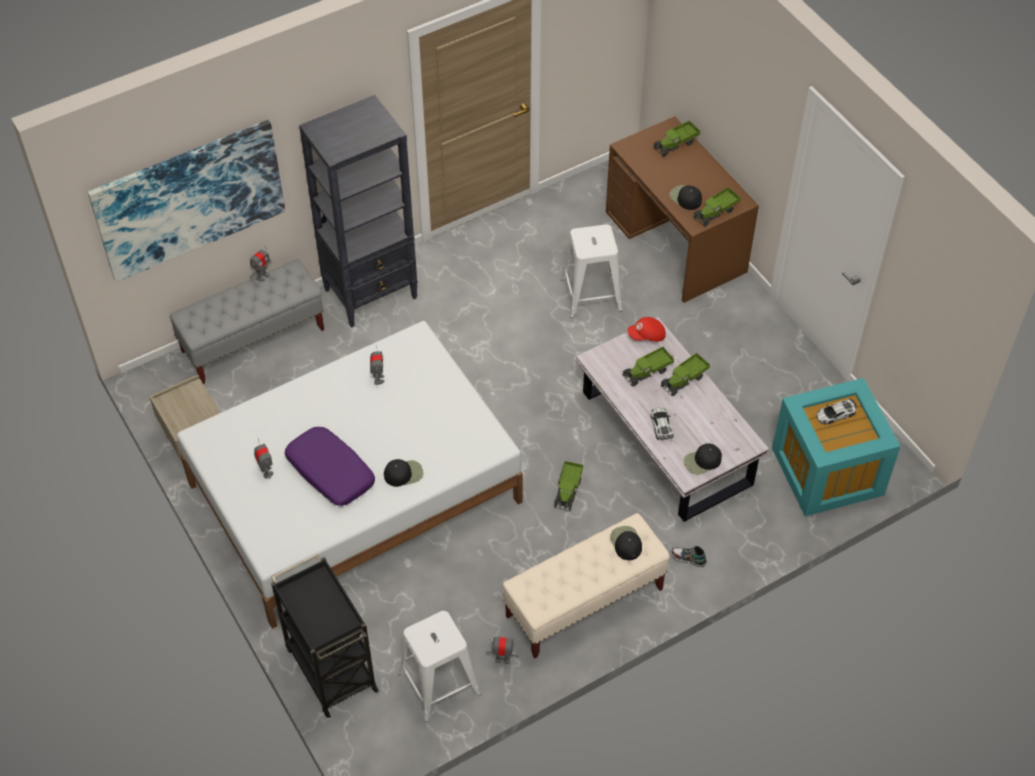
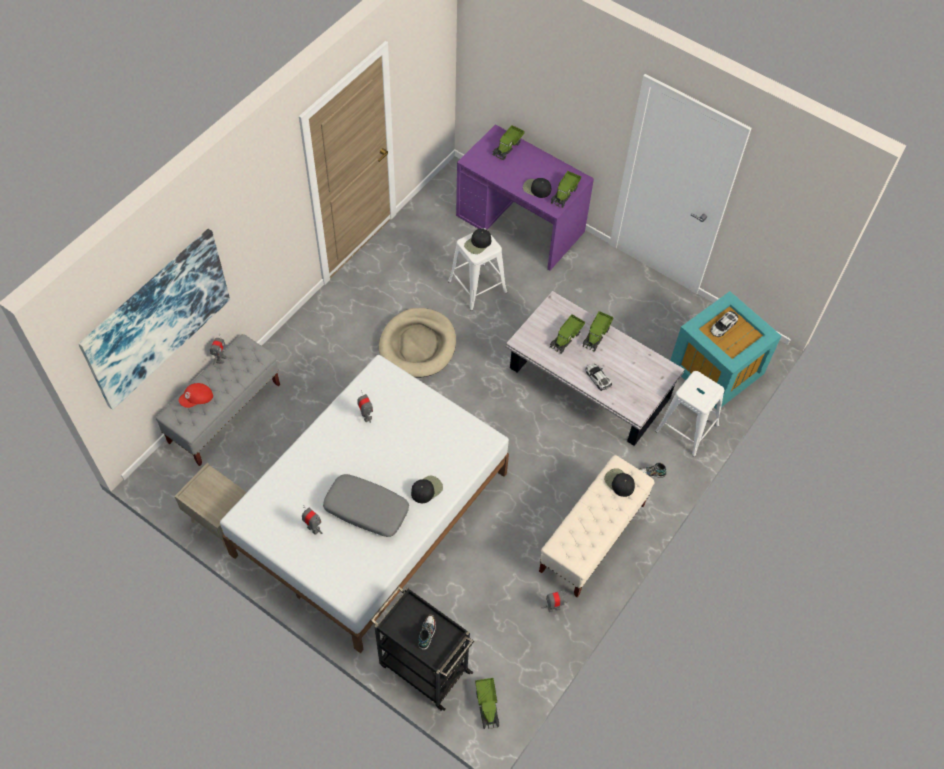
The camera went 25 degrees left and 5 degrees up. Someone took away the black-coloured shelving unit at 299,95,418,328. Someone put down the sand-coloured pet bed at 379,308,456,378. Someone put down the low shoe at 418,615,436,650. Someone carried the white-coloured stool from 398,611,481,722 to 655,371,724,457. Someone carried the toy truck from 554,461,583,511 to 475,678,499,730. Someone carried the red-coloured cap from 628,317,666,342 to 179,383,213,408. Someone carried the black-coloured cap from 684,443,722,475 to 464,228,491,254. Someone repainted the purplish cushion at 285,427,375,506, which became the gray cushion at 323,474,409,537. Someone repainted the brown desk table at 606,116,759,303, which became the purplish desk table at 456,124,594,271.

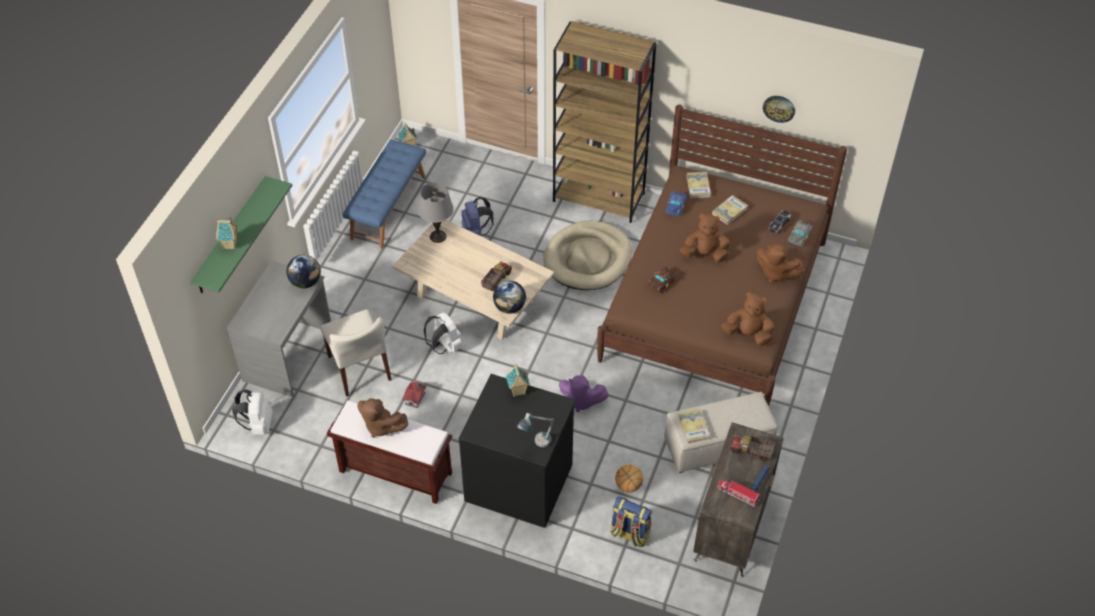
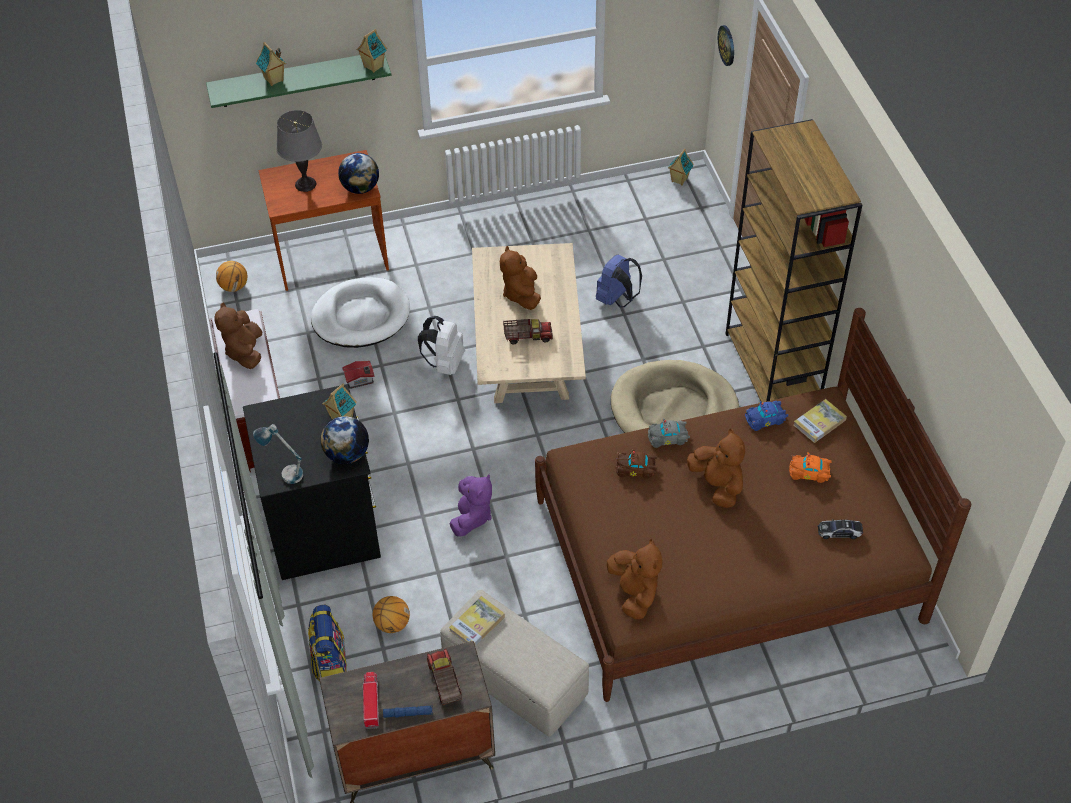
The camera went 55 degrees right and 0 degrees up. Someone took away the blue-coloured bench at 343,140,426,249. Someone put down the toy house at 356,29,387,73. Someone carried the gray tabletop lamp from 418,182,454,243 to 276,110,322,192. Someone carried the world globe from 493,281,526,314 to 321,416,369,464. Someone carried the brown soft toy from 757,244,805,283 to 500,246,541,310. Someone carried the clock on the wall from 763,96,795,123 to 718,25,734,66. Someone carried the gray miniature car from 788,220,812,246 to 648,419,690,448. Someone swapped the white-coloured knapsack at 232,389,273,435 for the ball for basketball at 216,261,247,292. Someone swapped the sand-coloured plain chair at 320,309,392,397 for the white-coloured pet bed at 311,277,410,348. Someone swapped the volume at 712,195,748,225 for the orangey miniature car at 789,452,832,483. Someone repainted the gray desk table at 227,261,331,397, which became the brown desk table at 258,150,389,291. Someone rotated the purplish soft toy at 559,375,609,412 by 150 degrees counterclockwise.

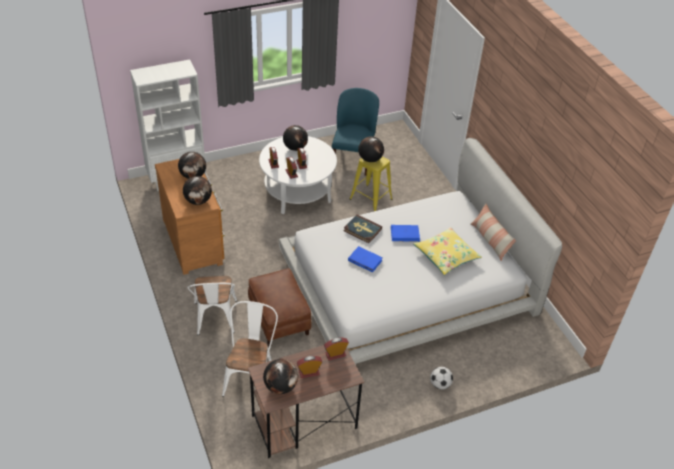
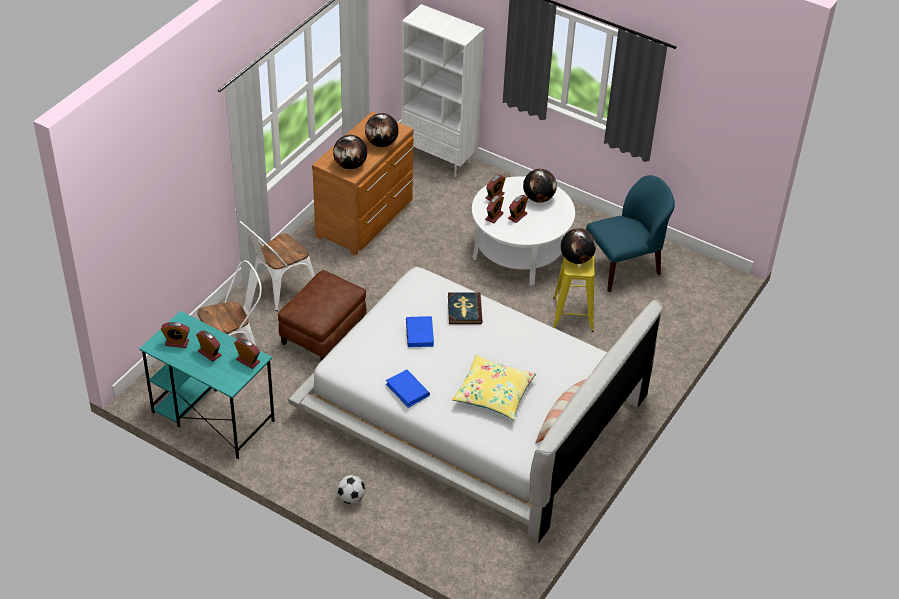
The camera went 55 degrees right and 0 degrees up. Someone carried the blue-coloured volume from 391,225,420,242 to 386,370,430,408. Someone swapped the world globe at 263,359,298,394 for the table clock at 161,322,190,348. Someone repainted the brown desk table at 248,345,364,458, which became the turquoise-coloured desk table at 139,311,275,459.

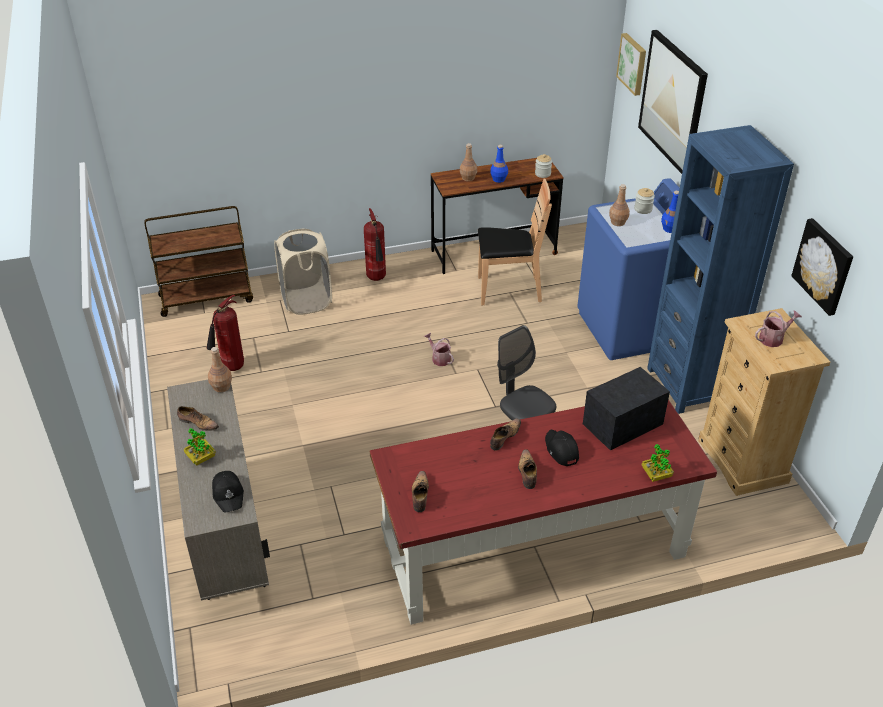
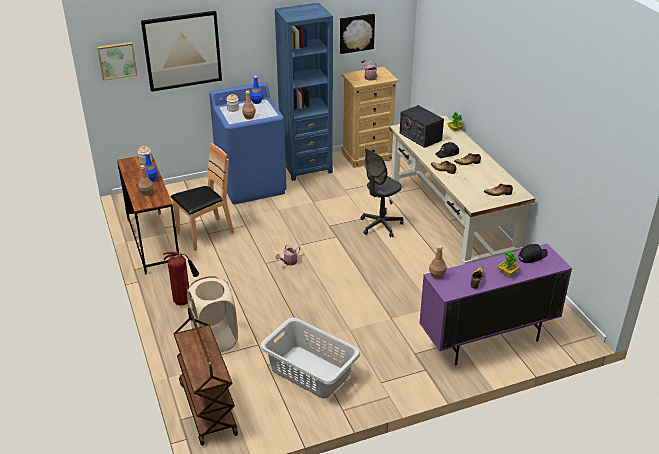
The camera went 95 degrees left and 5 degrees down. Someone swapped the extinguisher at 207,295,244,371 for the gray hamper at 260,318,360,399. Someone repainted the sand-coloured cupboard at 167,380,270,601, which became the purplish cupboard at 419,244,572,366. Someone repainted the red-coloured desk table at 370,400,717,625, which became the sand-coloured desk table at 389,115,535,265. Someone rotated the brown plain chair at 478,179,552,305 by 60 degrees clockwise.

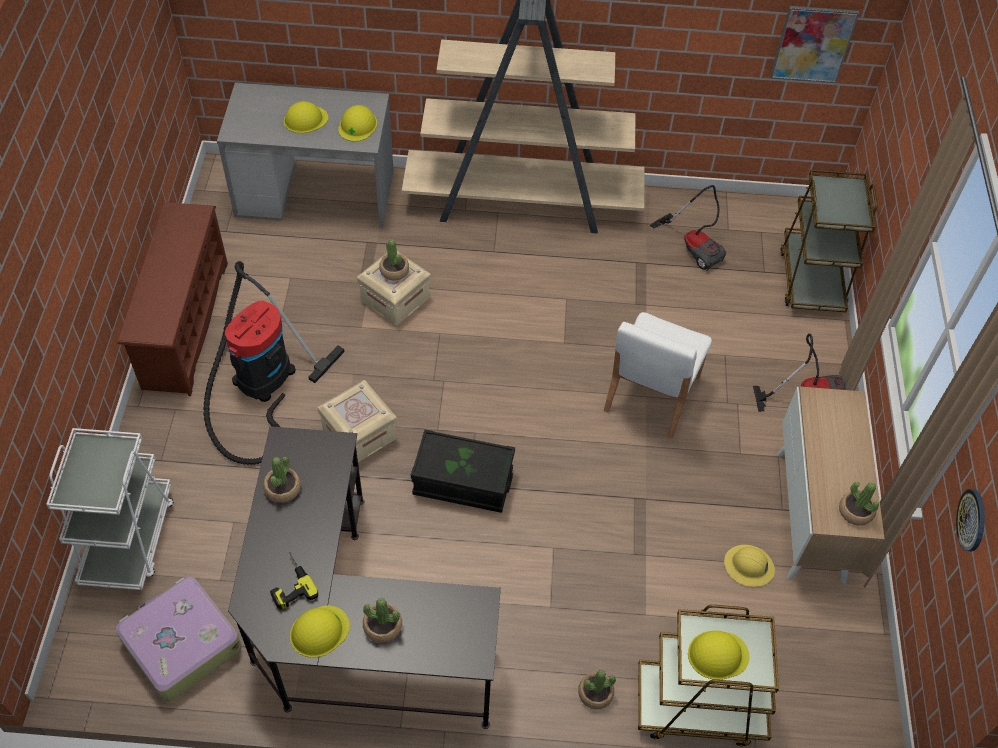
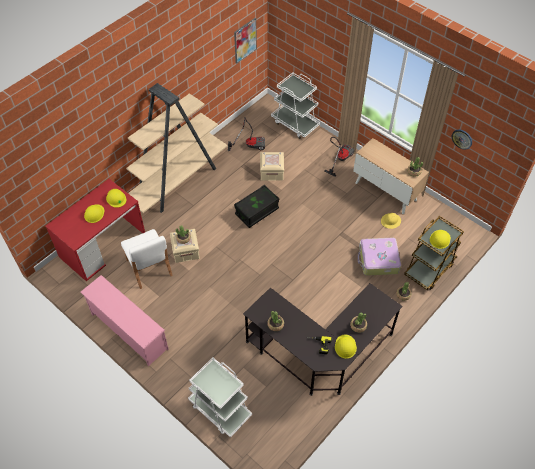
The camera went 50 degrees left and 0 degrees up. Someone took away the vacuum cleaner at 203,261,345,465. Someone carried the piece of luggage from 116,577,242,702 to 358,238,401,276. Someone carried the sand-coloured storage container from 317,380,397,465 to 260,152,284,180. Someone carried the black-coloured storage container from 411,429,515,513 to 234,185,279,228. Someone carried the white-coloured plain chair from 604,312,712,438 to 121,229,173,289. Someone repainted the brown shoe rack at 118,202,228,396, which became the pink shoe rack at 80,275,169,366. Someone repainted the gray desk table at 217,83,393,228, which became the red-coloured desk table at 45,179,145,281. Someone repainted the brown wheeled cart at 780,170,877,312, which became the white-coloured wheeled cart at 271,73,320,139.

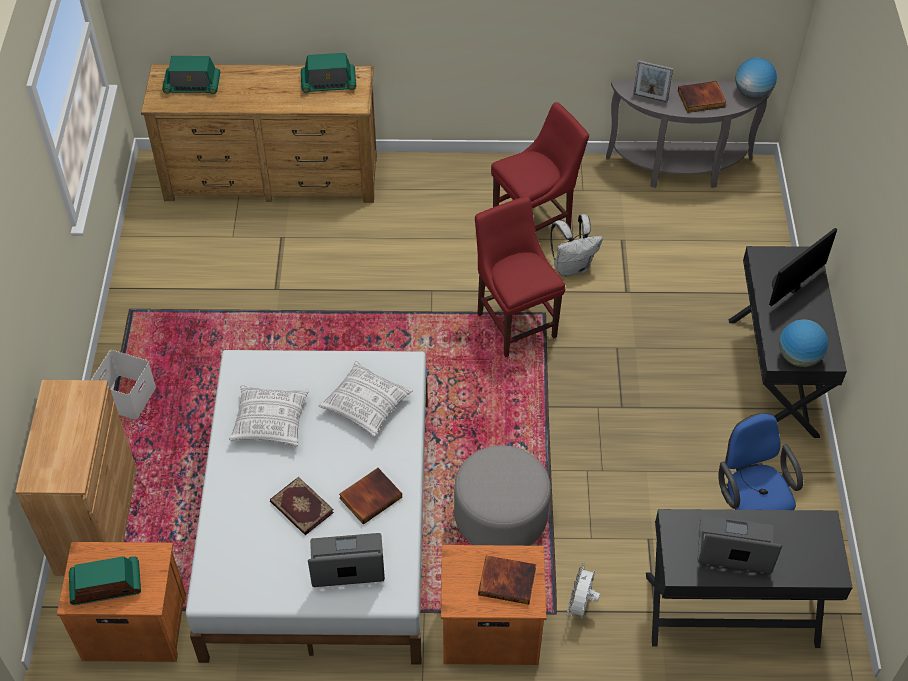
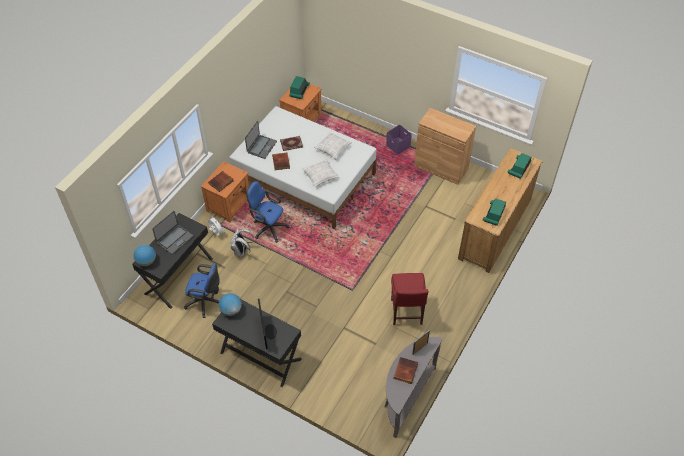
The camera went 120 degrees right and 0 degrees up. Someone took away the red-coloured plain chair at 475,196,565,357. Someone carried the brown cupboard from 15,380,137,576 to 414,108,476,185. Someone carried the white-coloured knapsack from 550,214,603,277 to 230,228,254,257. Someone carried the world globe from 735,58,777,99 to 133,245,156,267. Someone swapped the gray footrest at 454,445,551,546 for the blue-coloured office chair at 247,181,289,243. Someone repainted the white-coloured storage container at 91,350,156,420, which became the purplish storage container at 386,125,412,155.

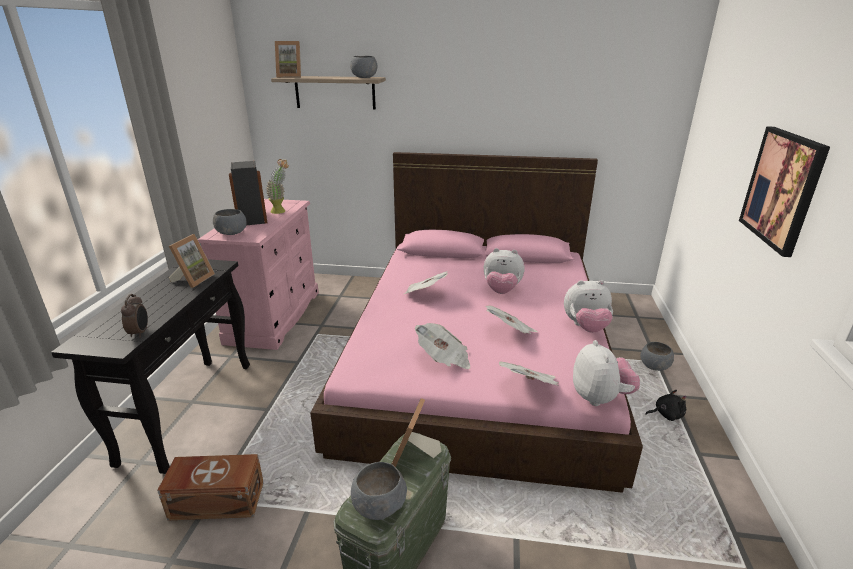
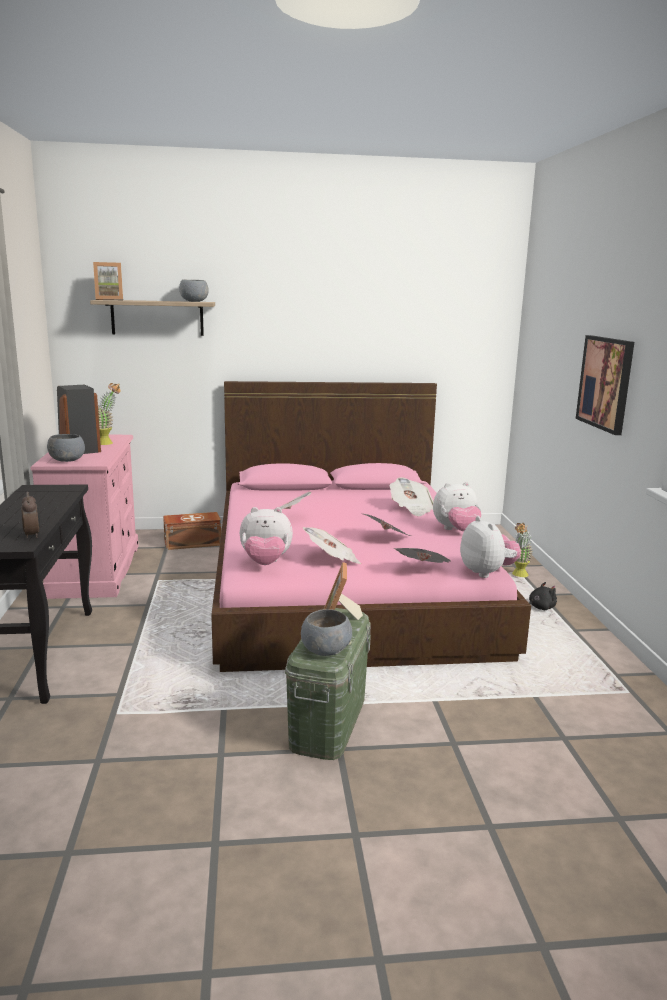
The camera went 15 degrees left and 10 degrees down. Someone took away the photo frame at 169,234,215,288. Someone put down the daily paper at 390,477,433,516. Someone carried the brown storage container from 157,454,264,521 to 163,512,221,550. Someone carried the soft toy from 484,248,525,294 to 240,507,293,565. Someone swapped the gray serving bowl at 640,342,674,371 for the potted plant at 512,523,533,578.

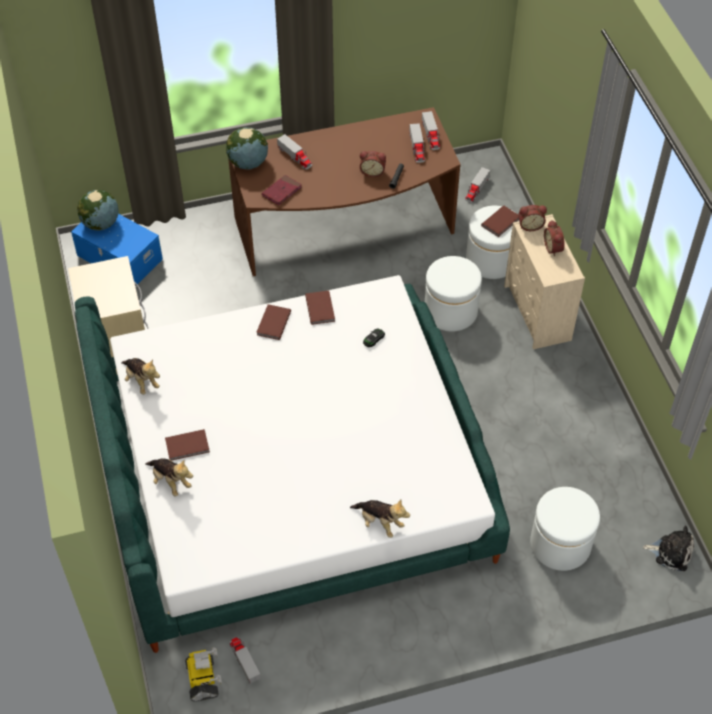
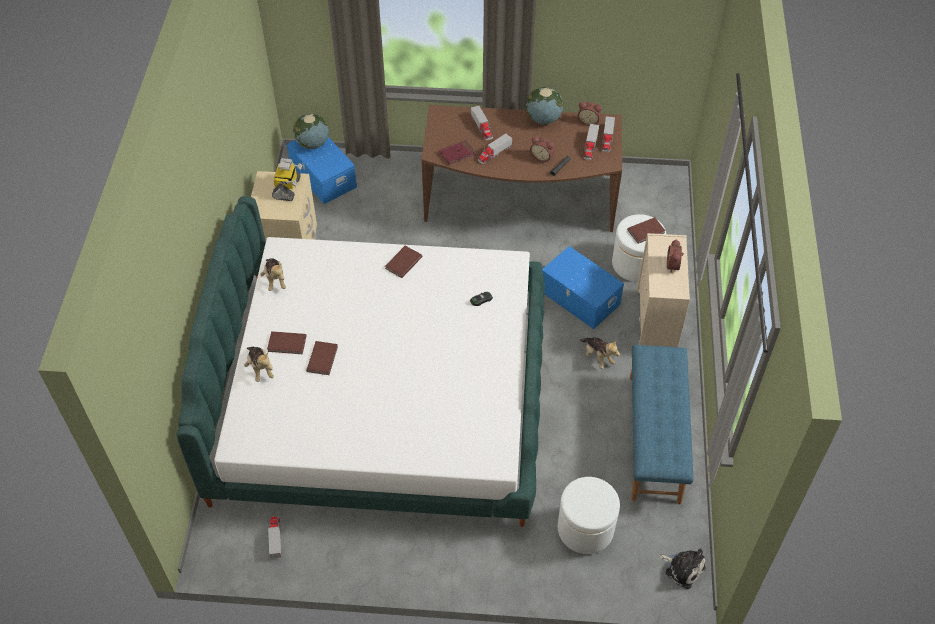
The camera went 20 degrees right and 0 degrees up. Someone put down the blue-coloured bench at 630,345,694,504. Someone carried the model robot from 185,647,222,702 to 272,158,302,201. Someone carried the world globe from 226,127,268,170 to 526,87,564,124. Someone carried the brown volume from 305,290,335,325 to 306,341,338,375. Someone carried the soft toy from 350,500,410,538 to 580,338,620,369. Someone carried the toy truck from 465,167,490,203 to 478,134,512,164. Someone carried the table clock from 518,205,547,231 to 578,102,602,126. Someone swapped the white-coloured footrest at 425,256,482,332 for the blue-coloured storage container at 542,246,624,329.

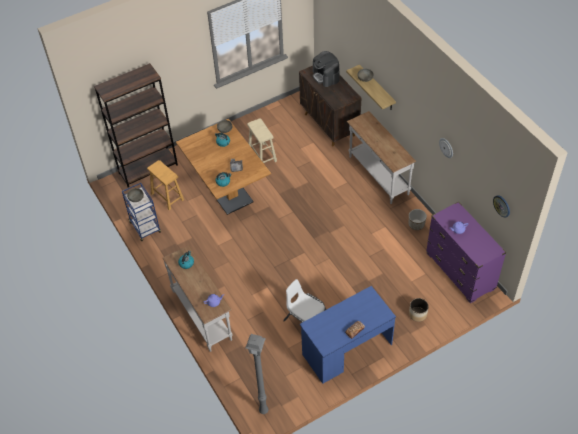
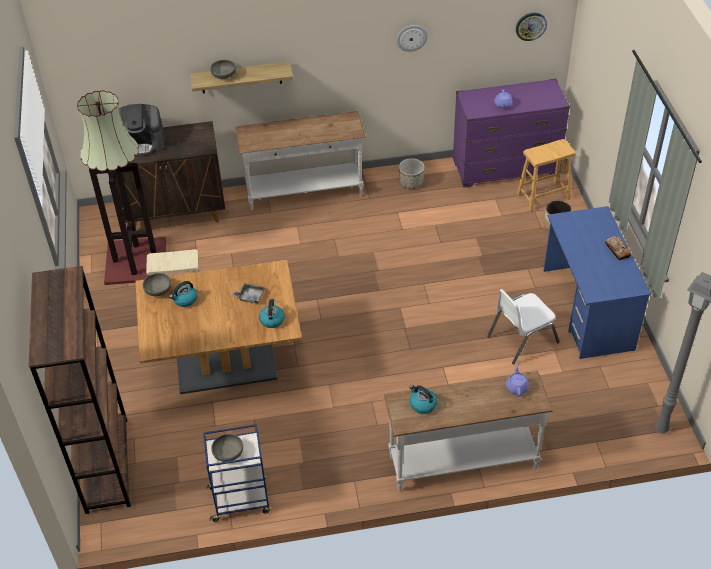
The camera went 70 degrees left and 5 degrees down. Someone put down the standard lamp at 77,90,166,285. Someone carried the brown stool from 147,160,184,210 to 517,139,576,212.

